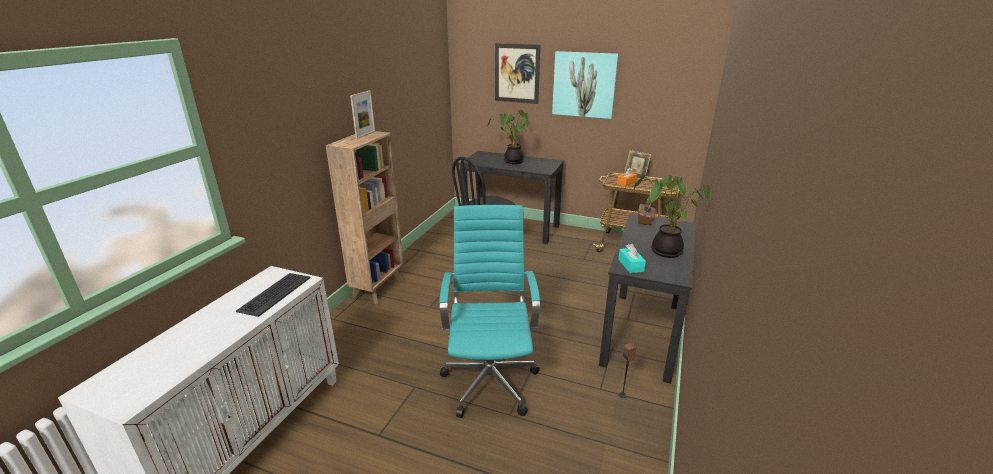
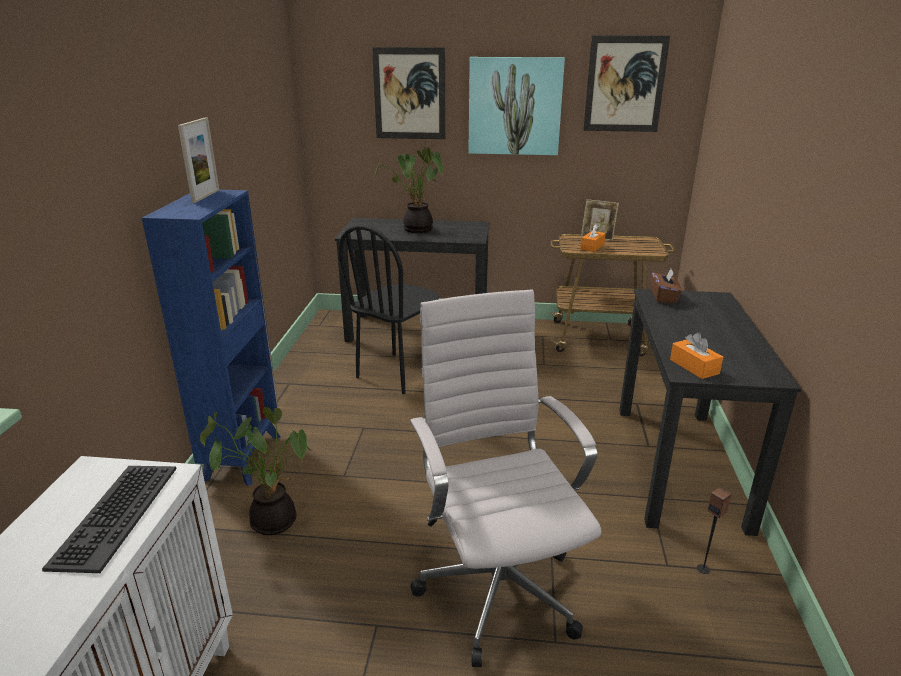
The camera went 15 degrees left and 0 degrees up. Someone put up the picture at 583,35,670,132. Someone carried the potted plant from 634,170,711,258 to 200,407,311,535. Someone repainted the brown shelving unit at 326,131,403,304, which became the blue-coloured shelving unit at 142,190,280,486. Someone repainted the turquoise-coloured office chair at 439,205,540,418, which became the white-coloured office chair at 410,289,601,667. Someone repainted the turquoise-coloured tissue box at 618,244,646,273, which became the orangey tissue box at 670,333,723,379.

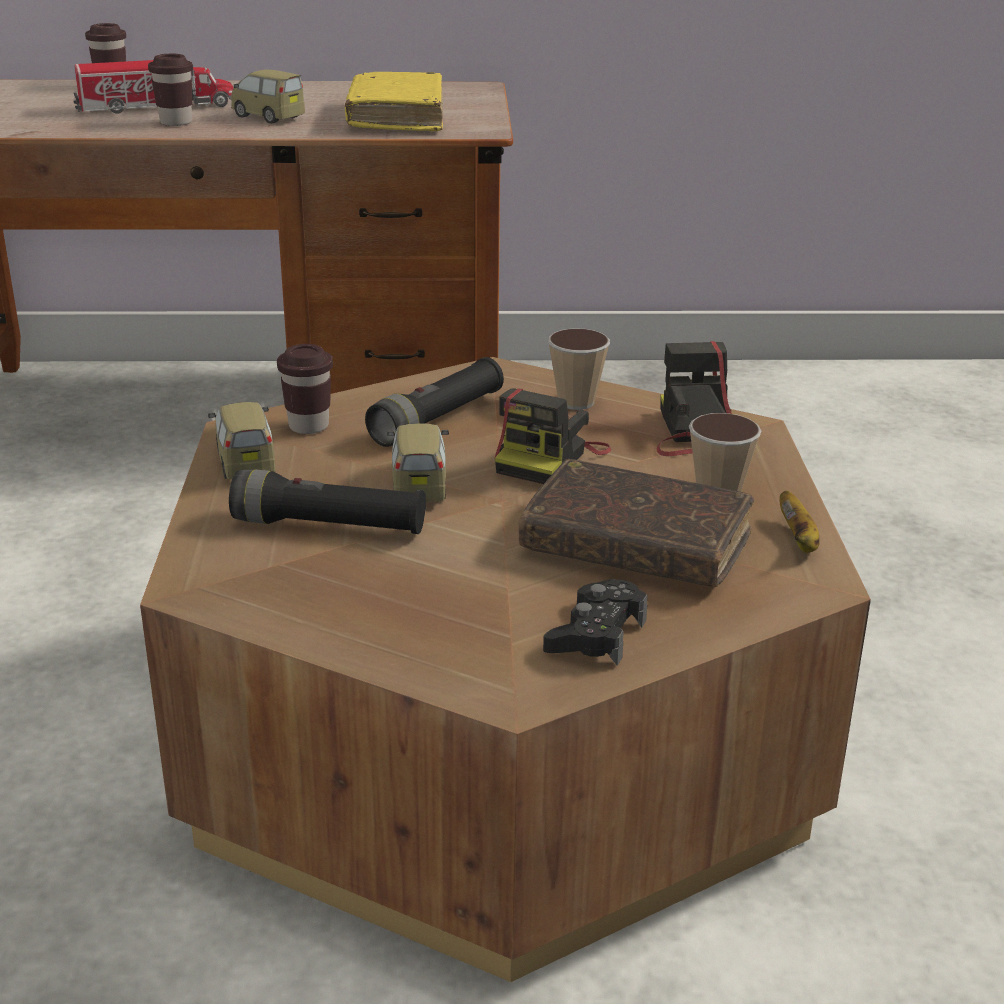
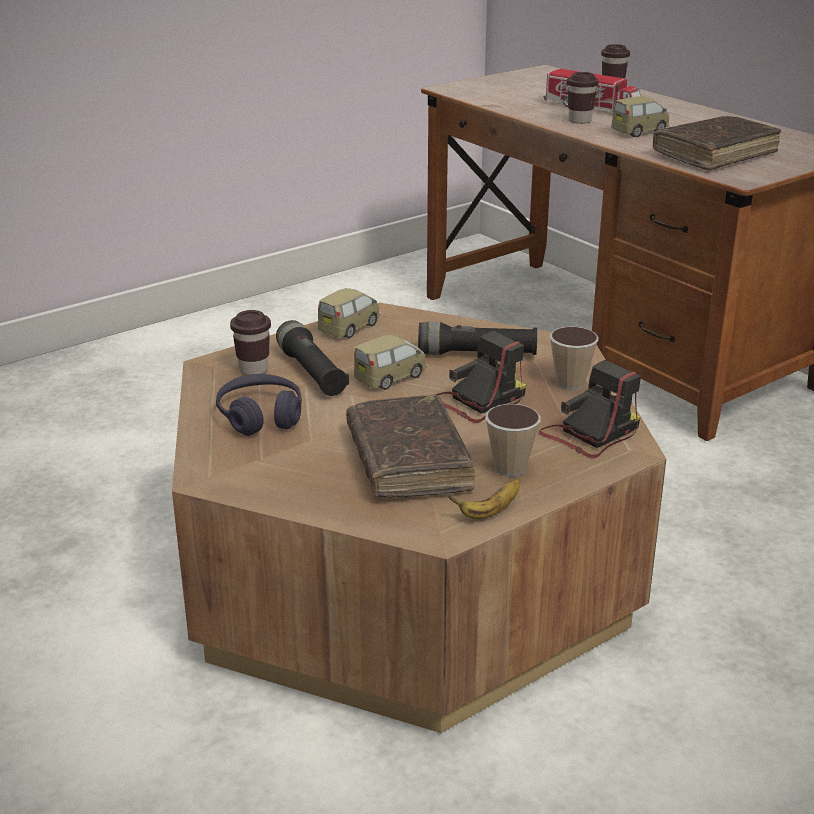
The camera went 55 degrees right and 0 degrees up. Someone took away the black-coloured gamepad at 543,579,648,666. Someone put down the purplish headset at 216,374,302,436. Someone carried the brown drinking cup from 277,344,333,434 to 230,310,271,375. Someone repainted the yellowish volume at 345,72,443,131, which became the brown volume at 653,116,782,170. Someone rotated the miniature car at 231,70,305,124 by 60 degrees clockwise. Someone rotated the still camera at 495,388,611,484 by 150 degrees clockwise.

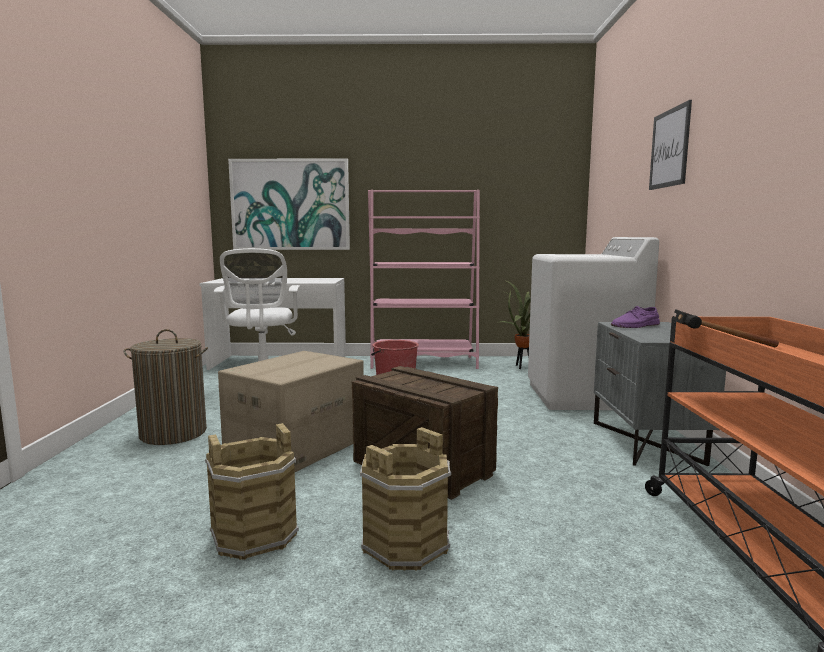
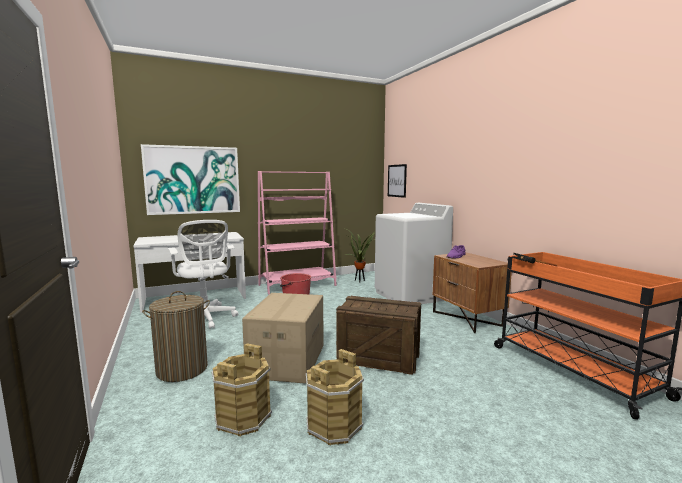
The camera went 25 degrees left and 0 degrees up. Someone carried the brown water bucket from 360,427,451,571 to 212,343,272,436. Someone carried the picture from 649,100,692,190 to 388,164,407,198. Someone repainted the gray night table at 594,322,726,466, which became the brown night table at 433,252,512,333.

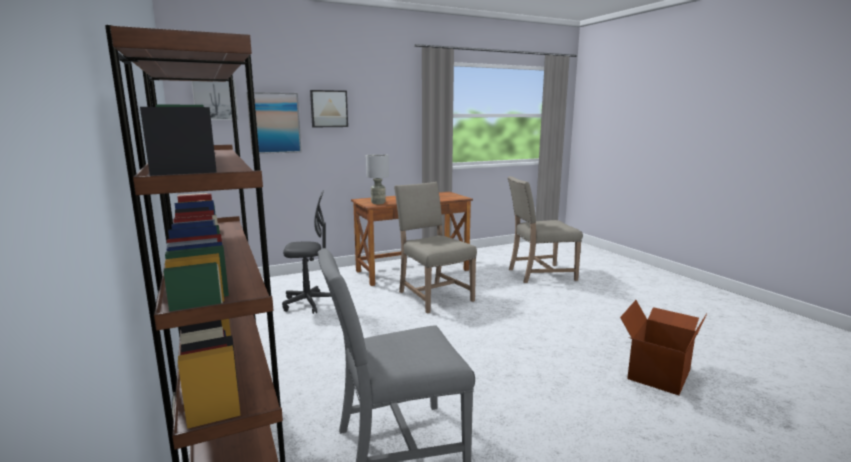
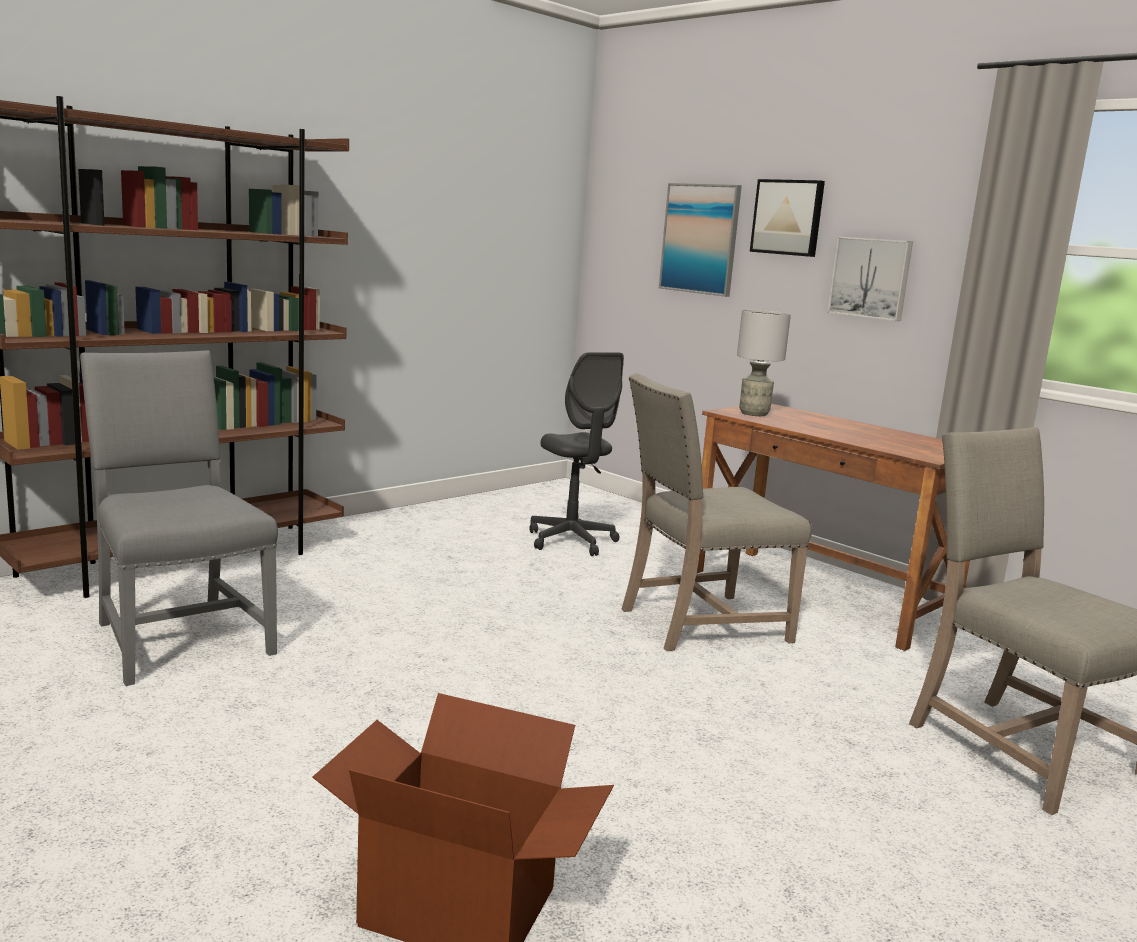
The camera went 70 degrees right and 0 degrees up. Someone carried the picture from 191,79,239,120 to 828,237,913,321. Someone rotated the sand-coloured plain chair at 394,182,477,314 by 150 degrees counterclockwise.

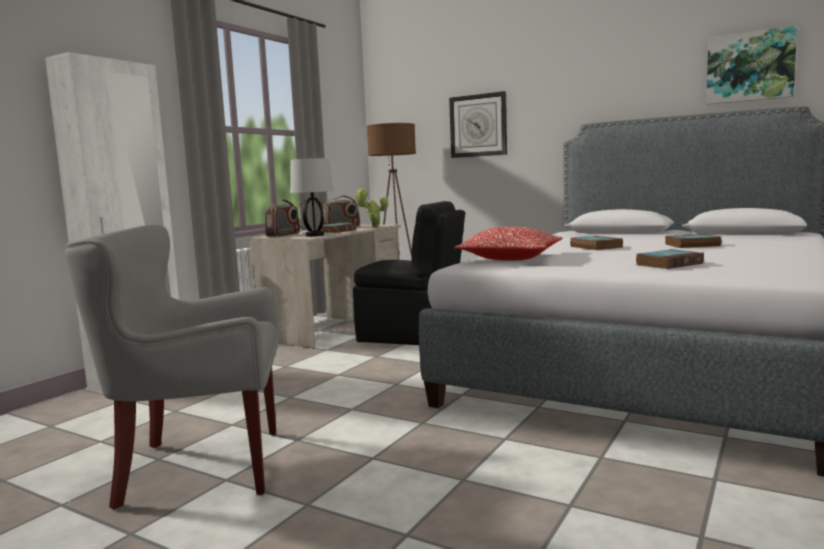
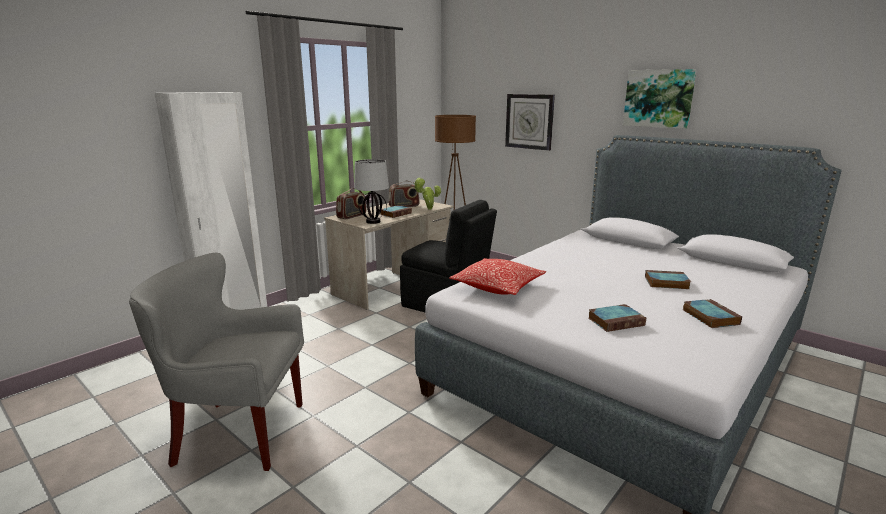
The camera went 10 degrees right and 10 degrees up. Someone carried the volume from 570,236,623,250 to 683,299,742,328. Someone carried the picture from 706,25,797,105 to 623,69,697,129.

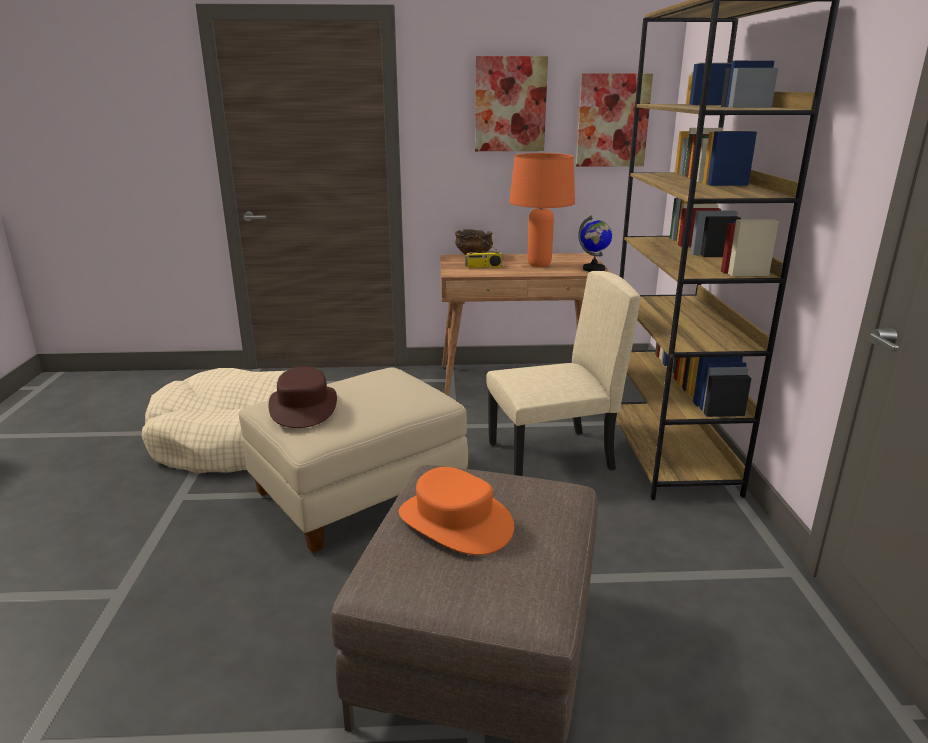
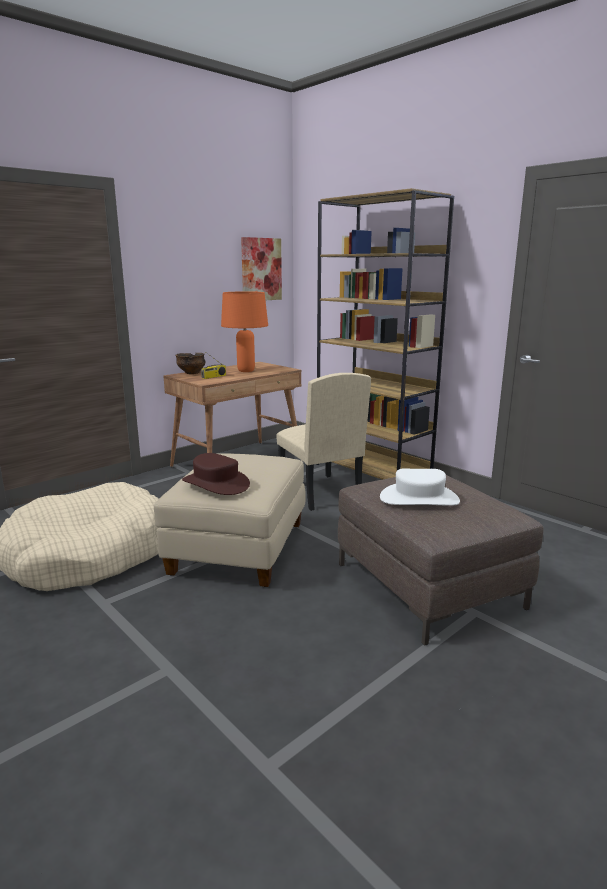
The camera went 40 degrees left and 5 degrees down. Someone took away the picture at 475,56,548,151. Someone took away the world globe at 578,215,612,272. Someone repainted the orangey wearable hat at 399,467,514,555, which became the white-coloured wearable hat at 380,468,460,506. Someone rotated the sand-coloured plain chair at 486,271,641,476 by 120 degrees clockwise.

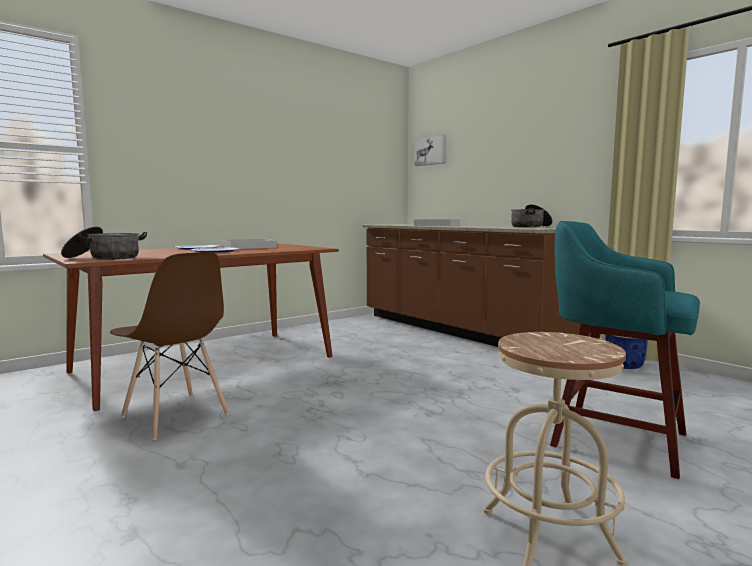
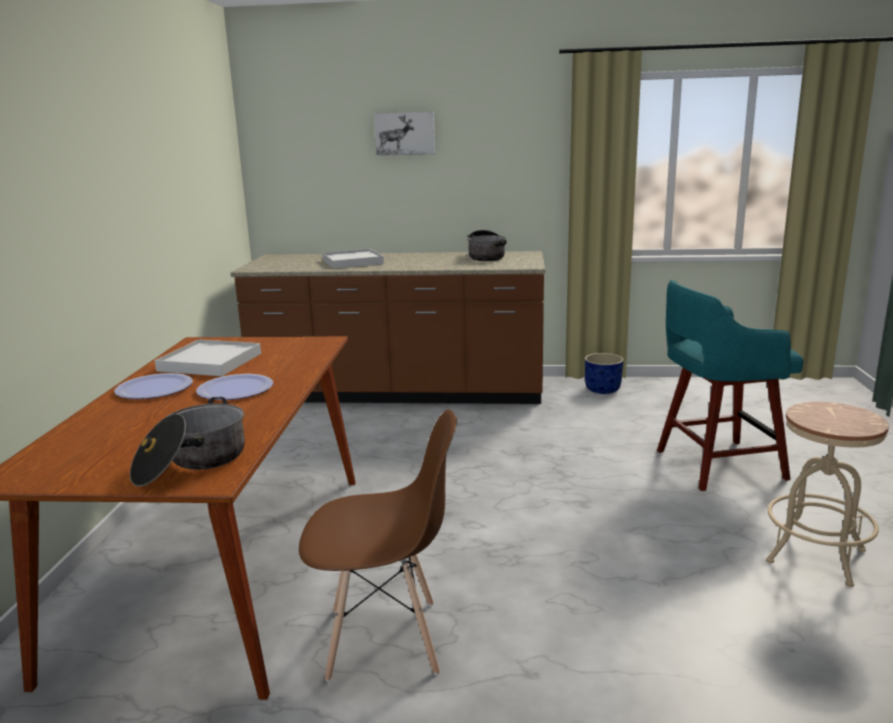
The camera went 45 degrees left and 10 degrees up. Someone carried the picture from 415,135,446,166 to 374,112,435,156.

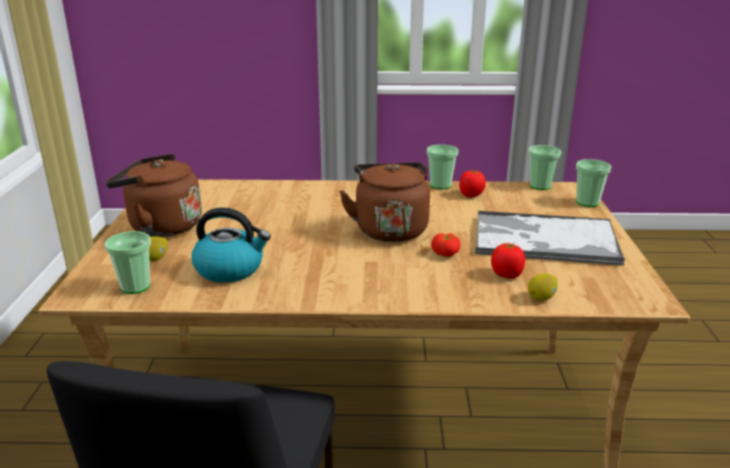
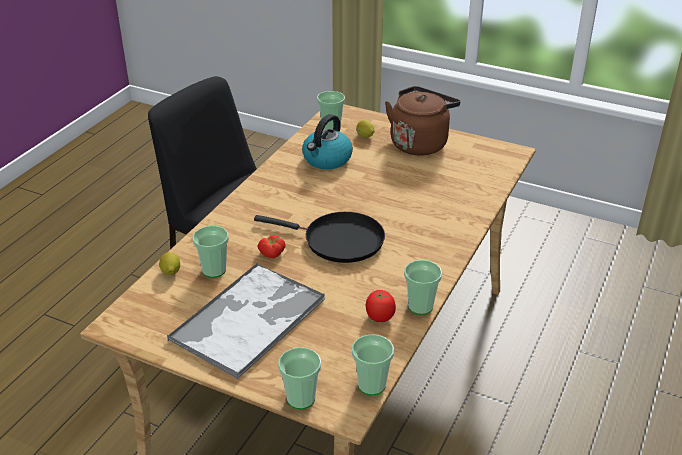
The camera went 115 degrees right and 10 degrees up. Someone swapped the brown tea kettle at 339,162,430,242 for the black-coloured frying pan at 254,212,385,263. Someone swapped the tomato at 491,243,525,279 for the drinking cup at 192,226,229,278.

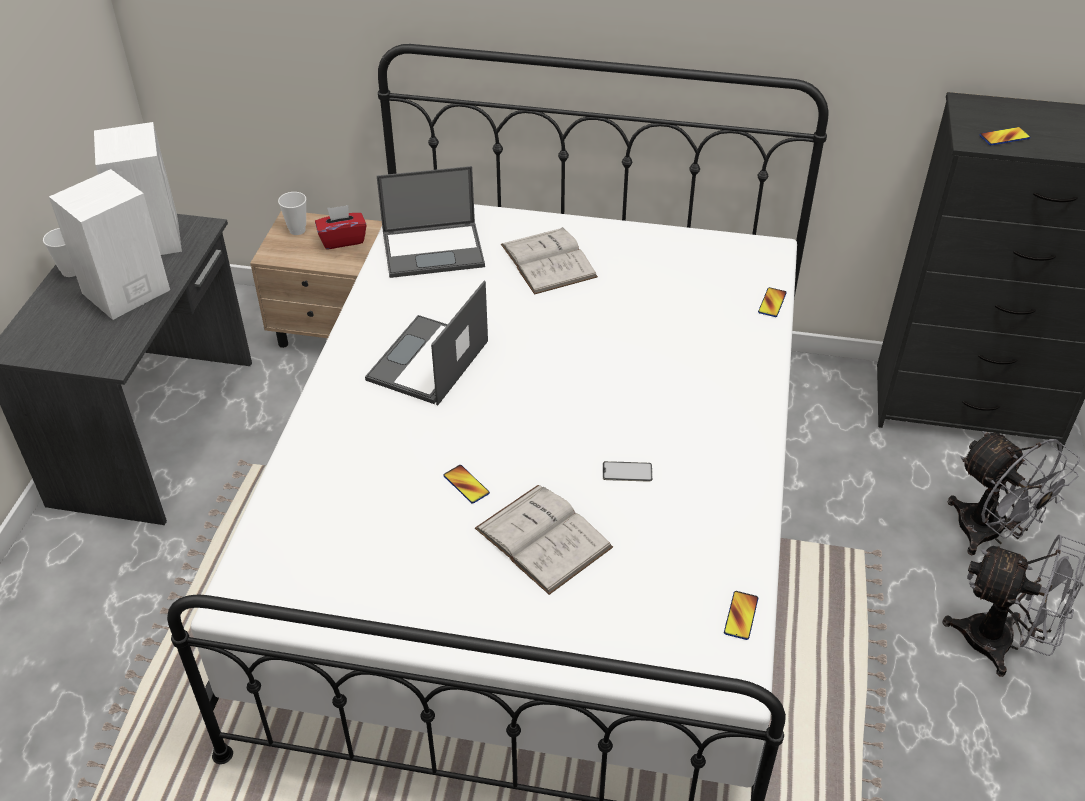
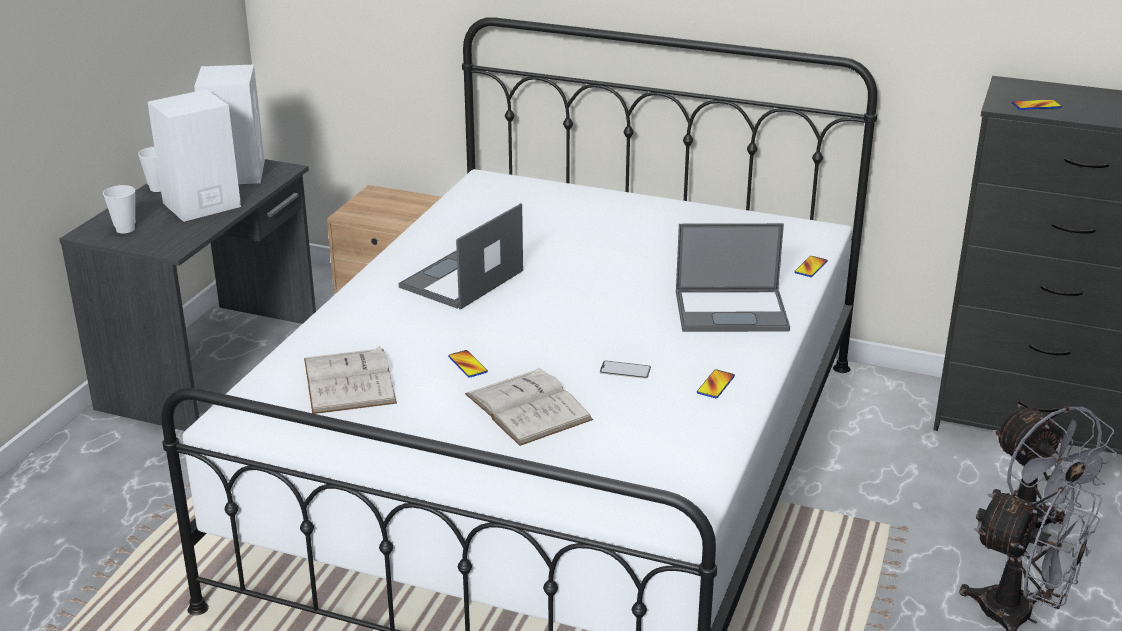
The camera went 10 degrees right and 15 degrees down. Someone took away the red-coloured tissue box at 315,205,367,249. Someone carried the drinking cup from 278,192,306,235 to 103,185,135,233. Someone carried the laptop from 377,166,485,278 to 676,223,790,332. Someone carried the white-coloured volume from 501,227,598,295 to 304,346,397,414. Someone carried the phone from 724,591,758,640 to 697,369,735,398.

